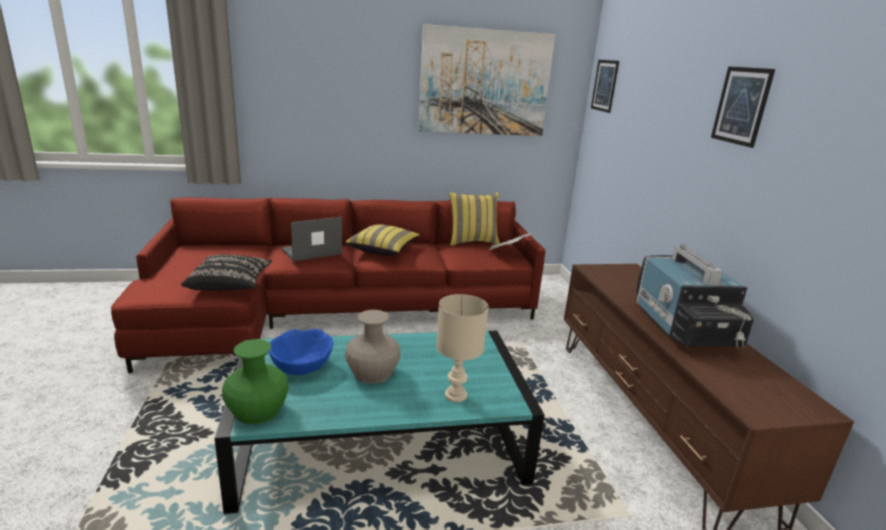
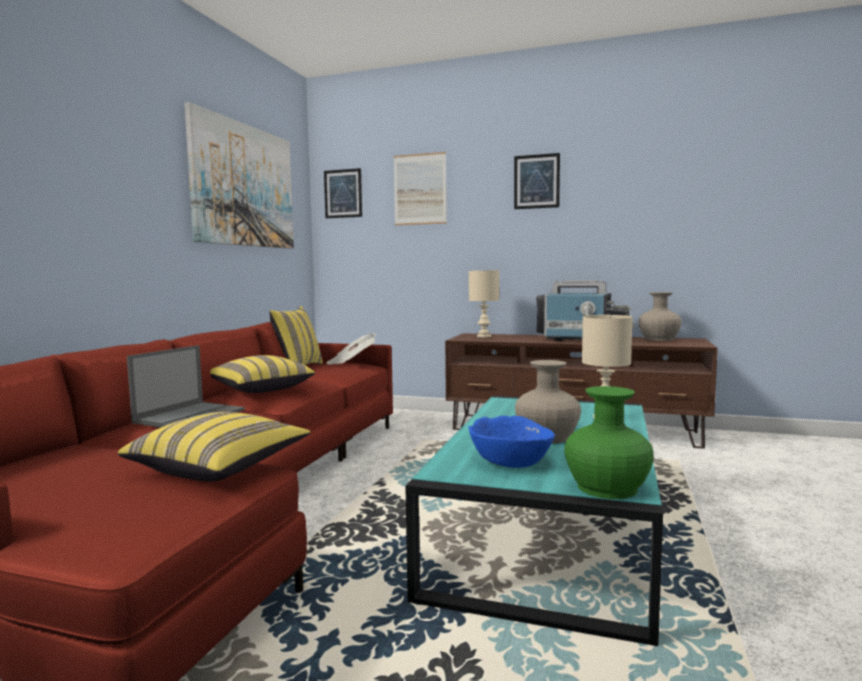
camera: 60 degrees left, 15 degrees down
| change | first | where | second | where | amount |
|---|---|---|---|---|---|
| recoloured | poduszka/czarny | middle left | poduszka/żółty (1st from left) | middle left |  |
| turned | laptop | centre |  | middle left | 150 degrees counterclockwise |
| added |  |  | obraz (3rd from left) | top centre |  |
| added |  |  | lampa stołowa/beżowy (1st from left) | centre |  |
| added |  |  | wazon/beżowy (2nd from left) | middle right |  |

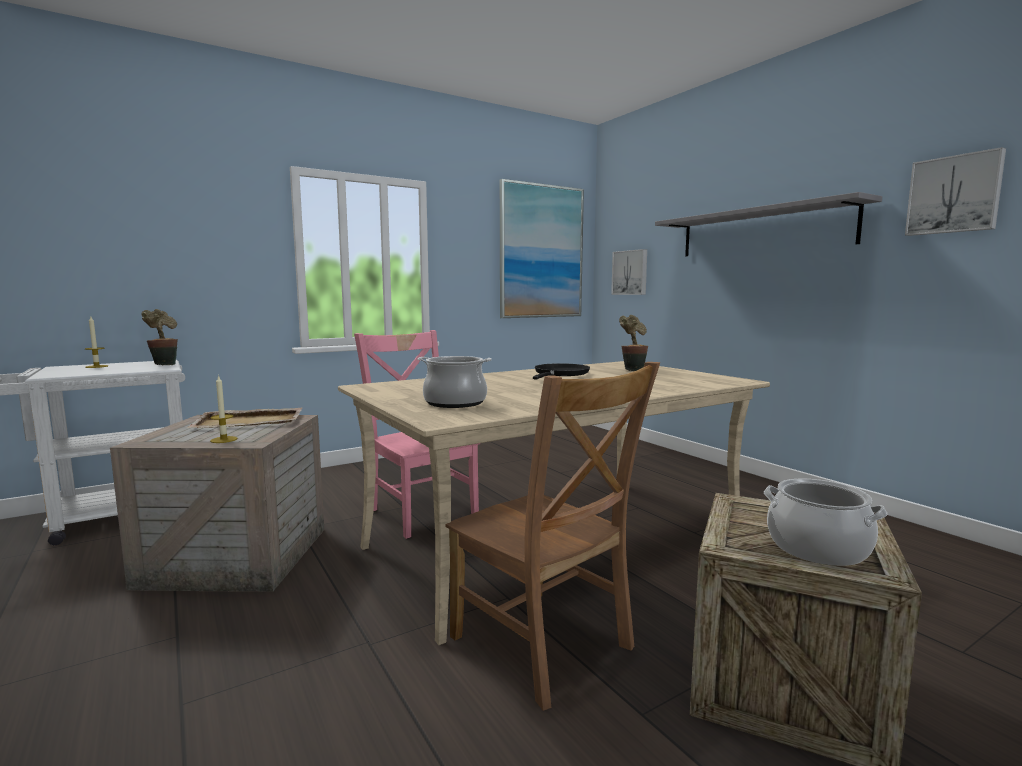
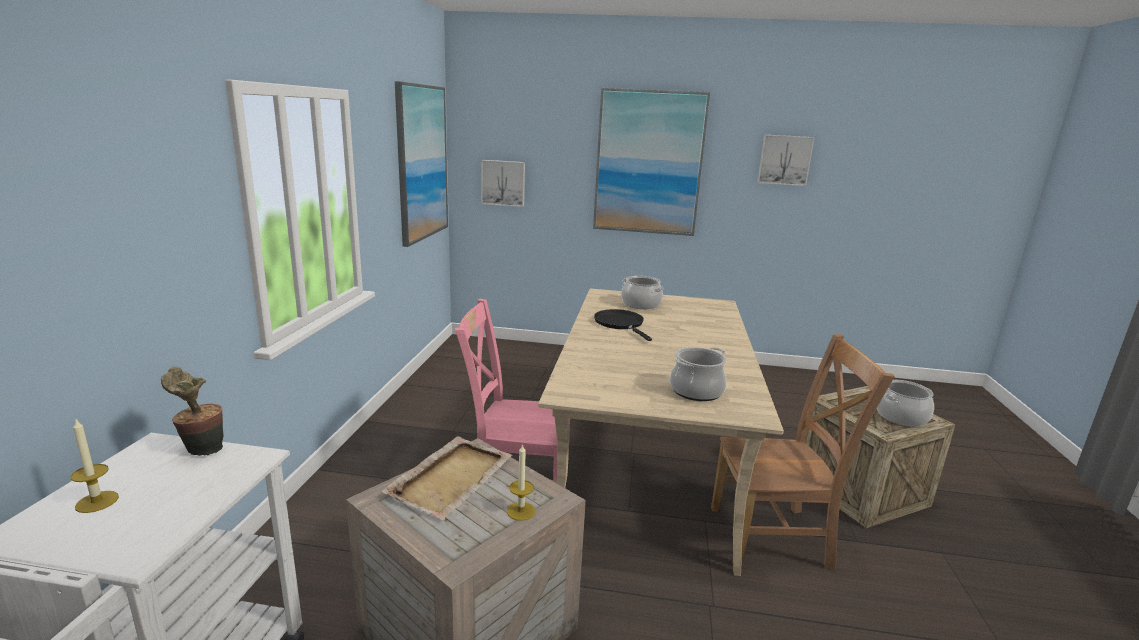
camera: 50 degrees left, 10 degrees up
| change | first | where | second | where | amount |
|---|---|---|---|---|---|
| replaced | półka/szary | top right | obraz (3rd from left) | top centre |  |
| replaced | roślina doniczkowa (2nd from left) | centre | garnek (1st from left) | centre |  |

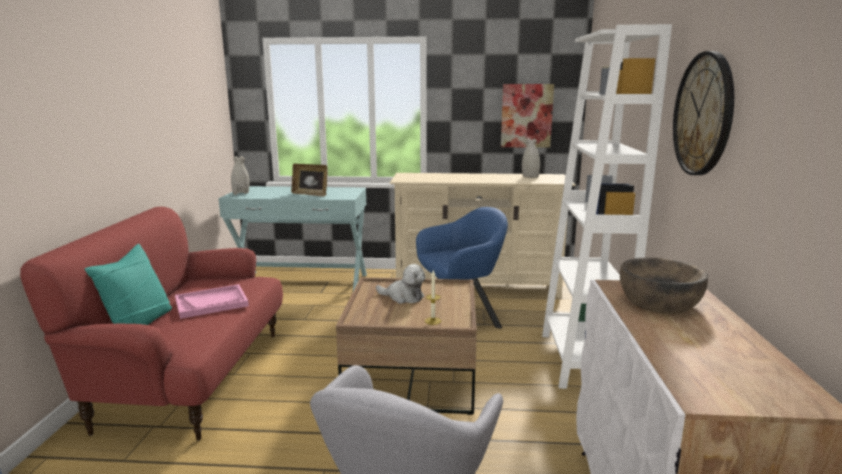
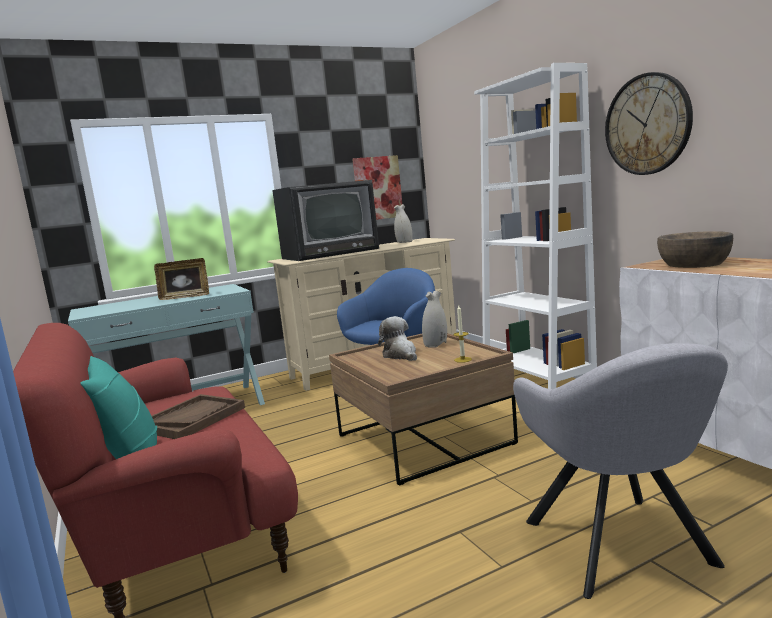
camera: 30 degrees left, 5 degrees down
| change | first | where | second | where | amount |
|---|---|---|---|---|---|
| recoloured | taca/różowy | middle left | taca/brązowy | bottom left |  |
| added |  |  | telewizor | centre |  |
| turned | pluszak | centre |  | centre | 105 degrees counterclockwise |
| moved | wazon/biały (1st from left in the first image) | middle left | wazon/biały (2nd from left) | centre |  |

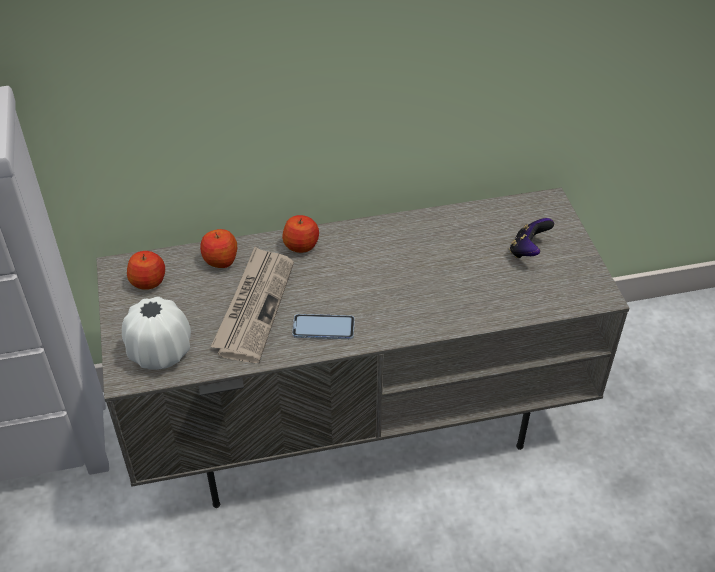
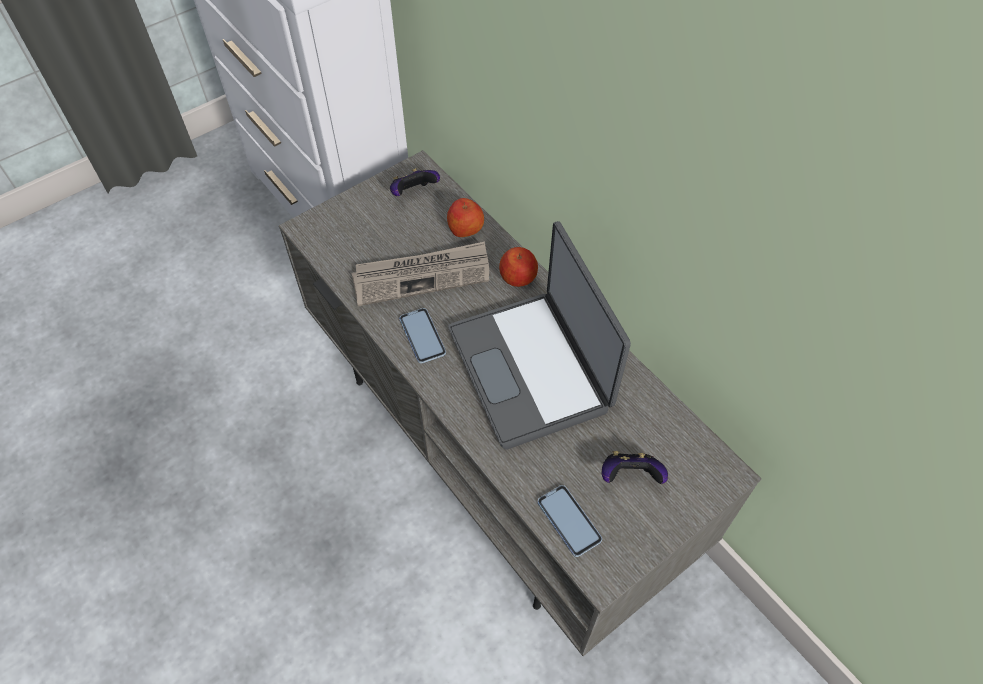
camera: 65 degrees right, 10 degrees up
| change | first | where | second | where | amount |
|---|---|---|---|---|---|
| replaced | jabłko (1st from left) | middle left | pad do gier (1st from left) | top centre |  |
| added |  |  | laptop | centre |  |
| added |  |  | telefon (2nd from left) | bottom centre |  |
| removed | wazon/biały | middle left |  |  |  |

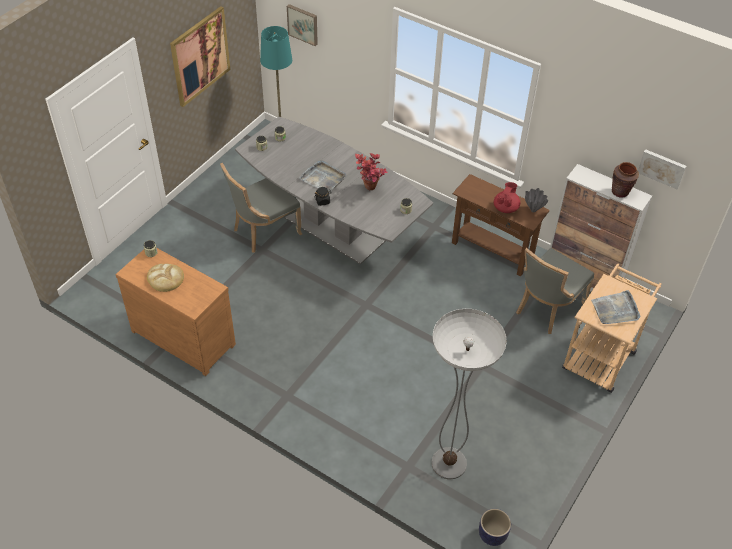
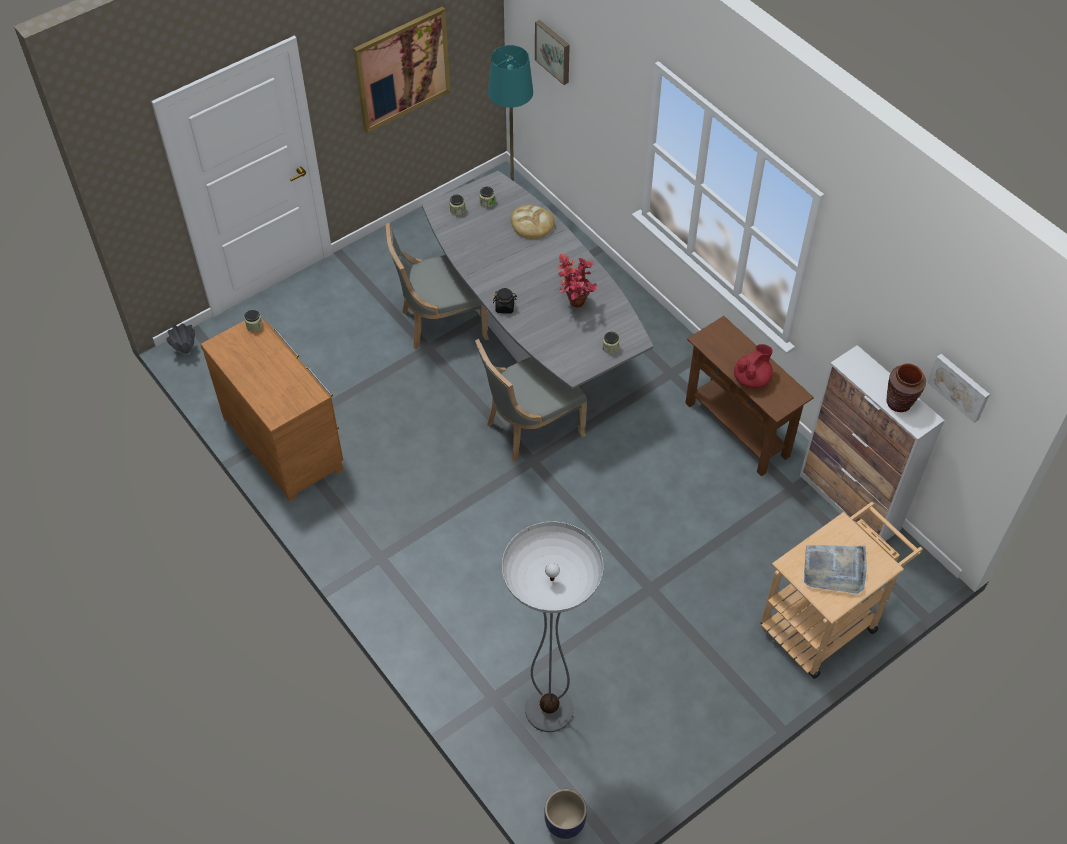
camera: 20 degrees right, 5 degrees up
| change | first | where | second | where | amount |
|---|---|---|---|---|---|
| moved | wazon/szary | middle right |  | middle left |  |
| moved | krzesło/szary (2nd from left) | middle right |  | centre |  |
| moved | chleb | middle left |  | top centre |  |
| removed | taca/szary (1st from left) | top centre |  |  |  |

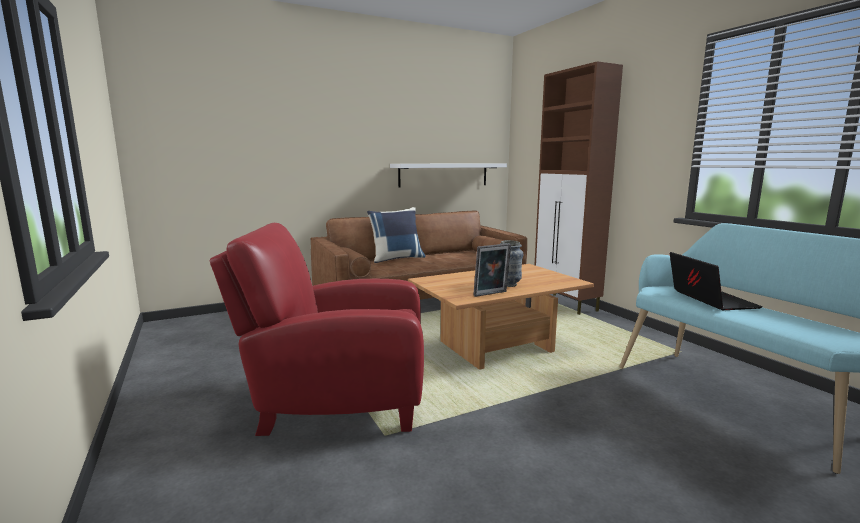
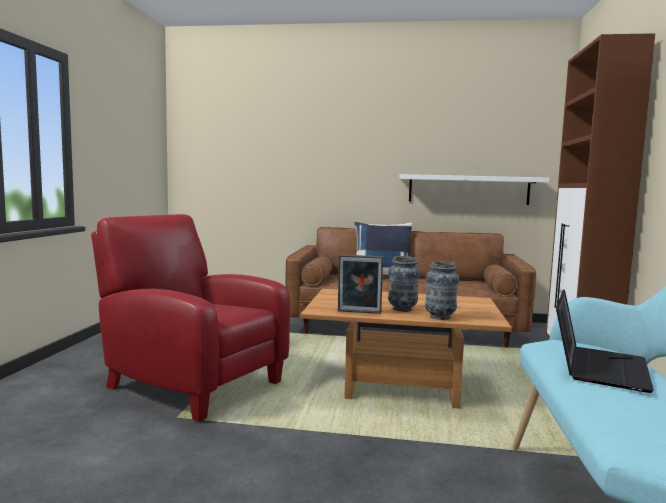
camera: 35 degrees right, 5 degrees down
| change | first | where | second | where | amount |
|---|---|---|---|---|---|
| added |  |  | wazon (2nd from left) | centre |  |

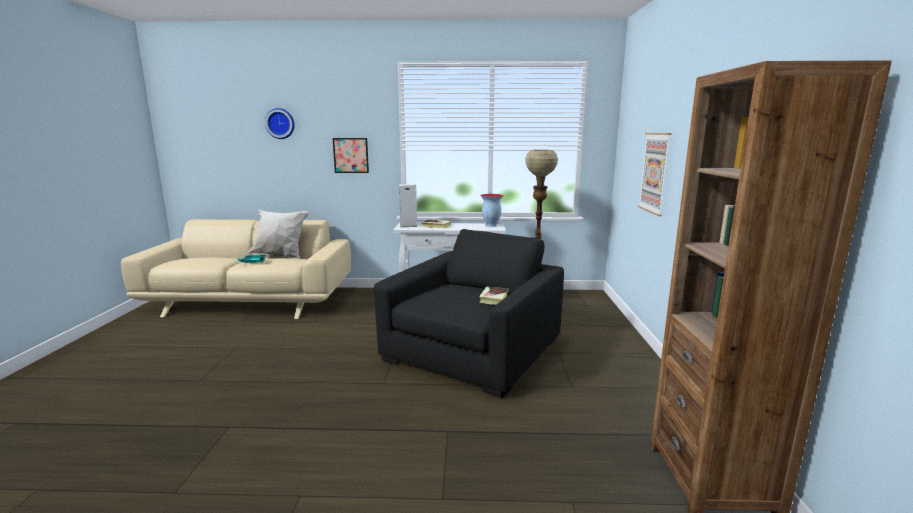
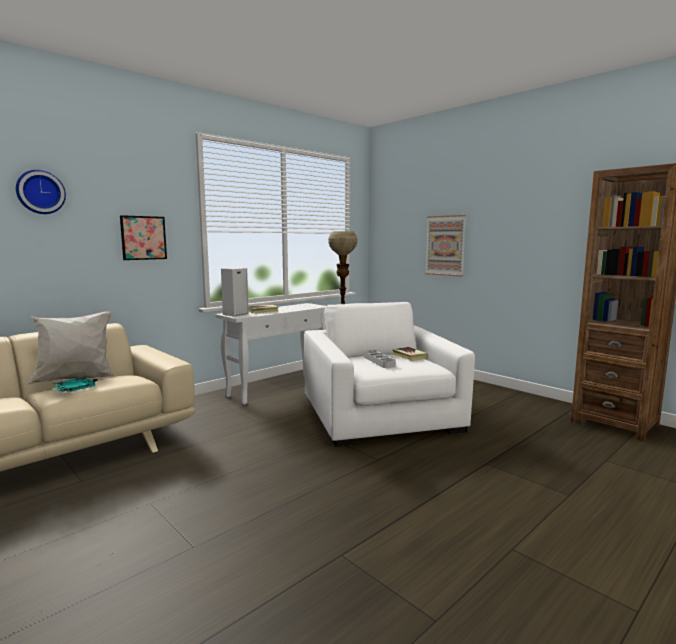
camera: 45 degrees left, 5 degrees down
| change | first | where | second | where | amount |
|---|---|---|---|---|---|
| recoloured | fotel/czarny | centre | fotel/biały | centre |  |
| added |  |  | taca/szary | centre |  |
| removed | wazon | centre |  |  |  |

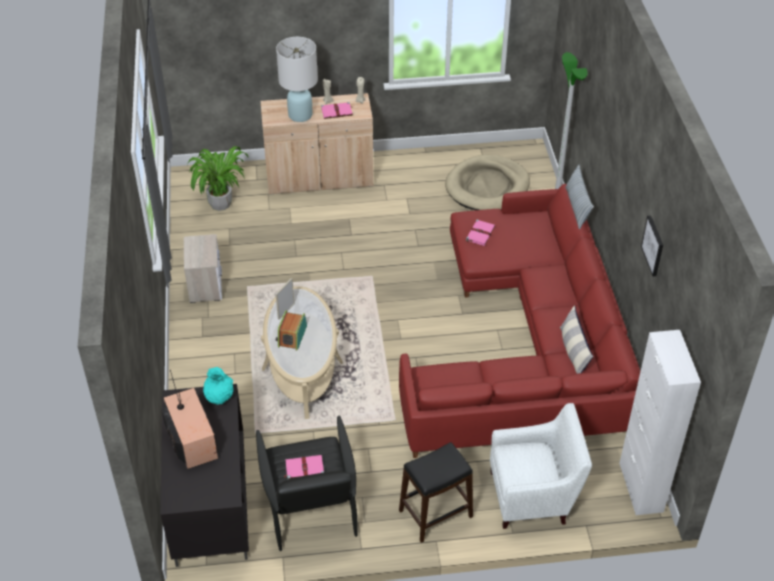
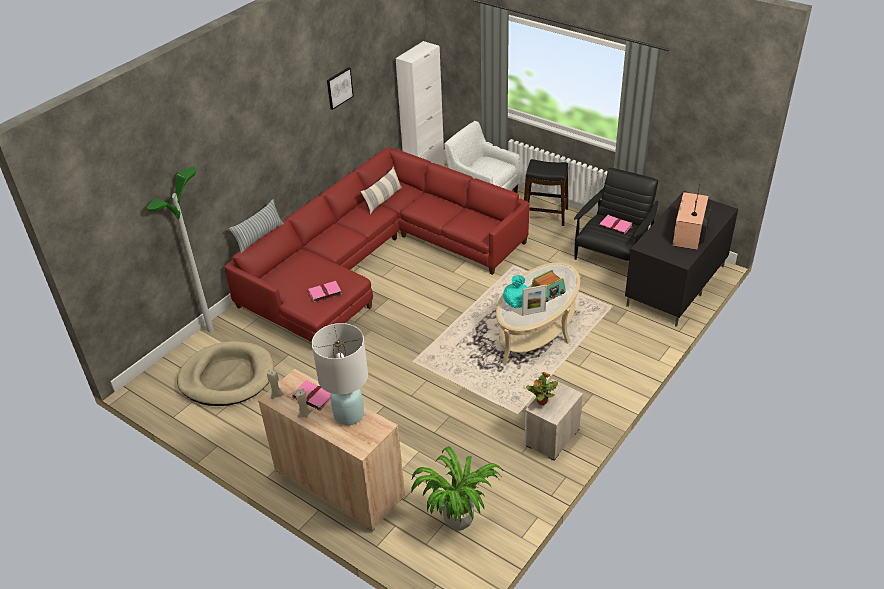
camera: 135 degrees left, 5 degrees down
| change | first | where | second | where | amount |
|---|---|---|---|---|---|
| moved | wazon/turkusowy | middle left |  | centre |  |
| added |  |  | roślina doniczkowa (2nd from left) | centre |  |

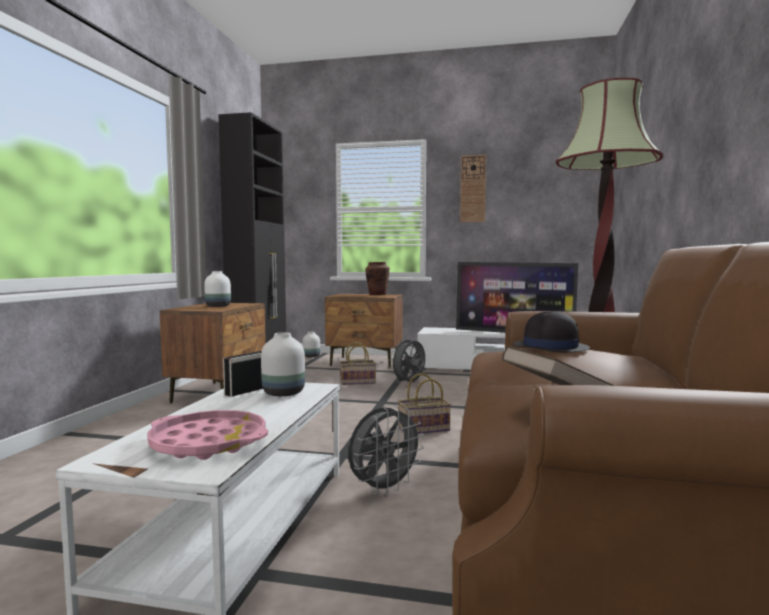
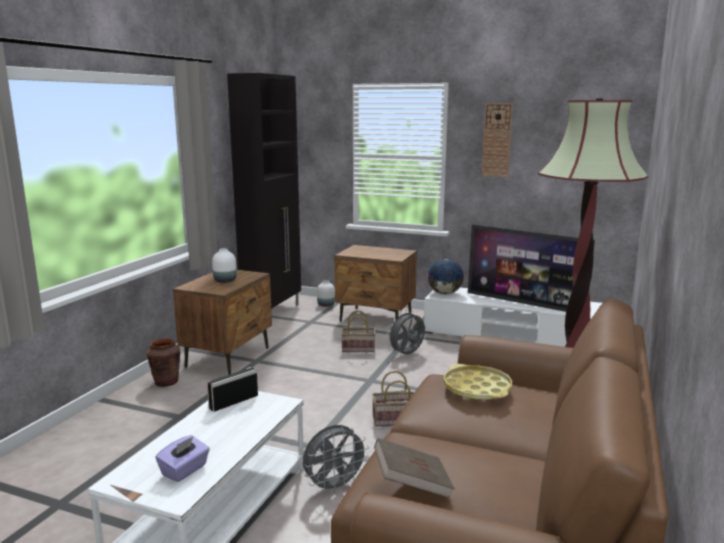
camera: 10 degrees right, 10 degrees up
| change | first | where | second | where | amount |
|---|---|---|---|---|---|
| moved | wazon/brązowy | centre |  | bottom left |  |
| replaced | taca/różowy | bottom left | pudełko chusteczek/fioletowy | bottom left |  |
| added |  |  | globus | centre |  |
| replaced | kapelusz/czarny | middle right | taca/żółty | bottom centre |  |
| removed | wazon/biały (2nd from left) | centre |  |  |  |

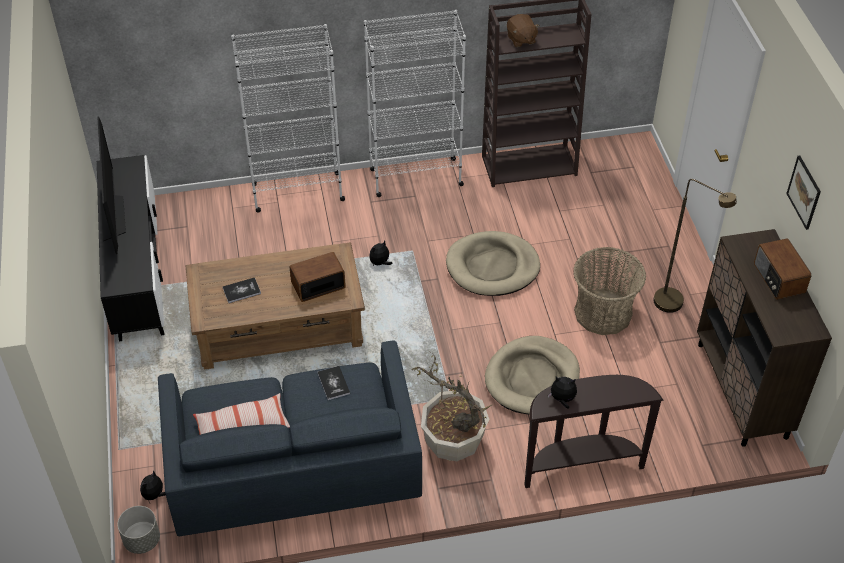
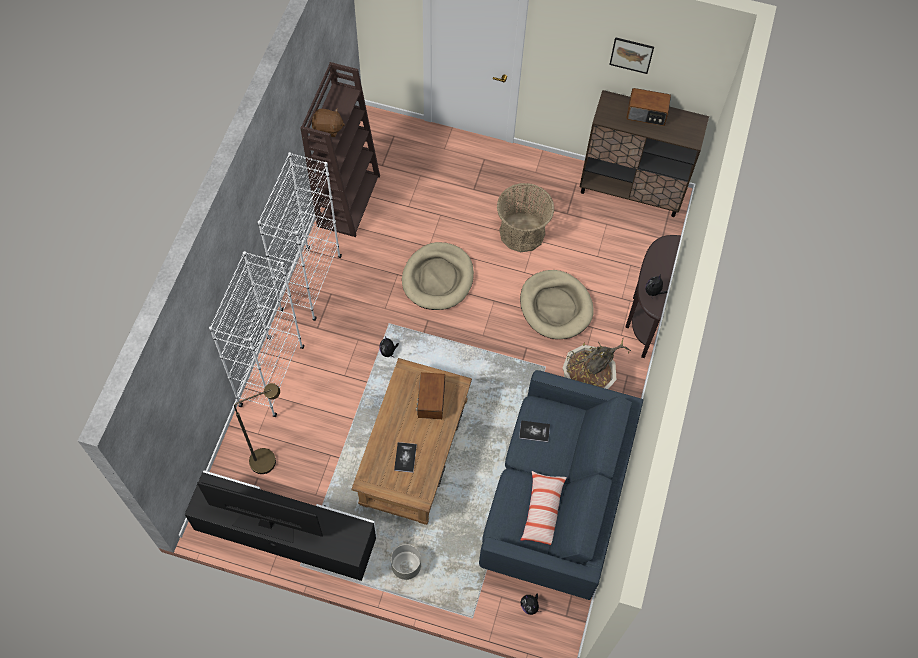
camera: 65 degrees left, 15 degrees up
| change | first | where | second | where | amount |
|---|---|---|---|---|---|
| moved | lampa stojąca/brązowy | middle right |  | middle left |  |
| moved | donica/szary | bottom left |  | bottom centre |  |

